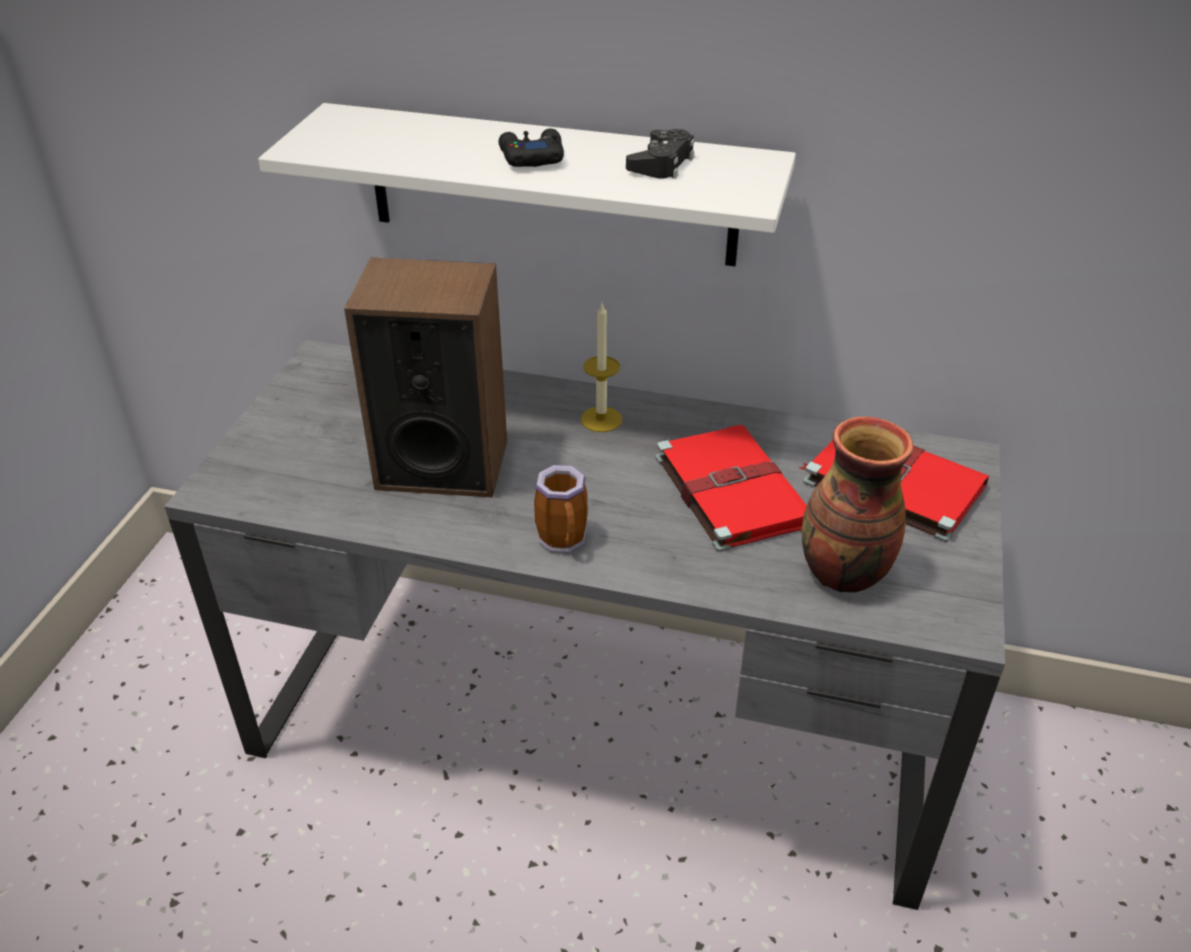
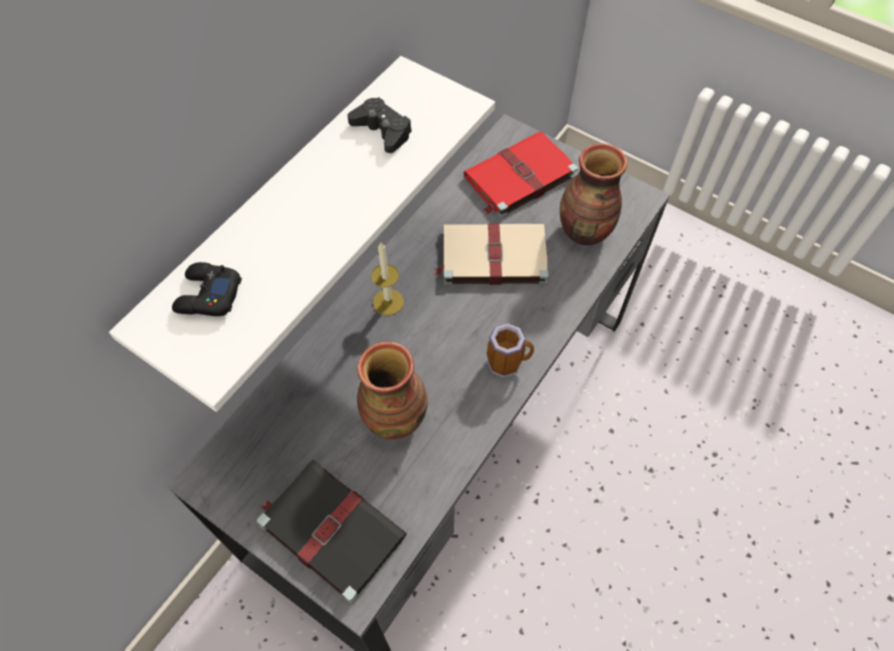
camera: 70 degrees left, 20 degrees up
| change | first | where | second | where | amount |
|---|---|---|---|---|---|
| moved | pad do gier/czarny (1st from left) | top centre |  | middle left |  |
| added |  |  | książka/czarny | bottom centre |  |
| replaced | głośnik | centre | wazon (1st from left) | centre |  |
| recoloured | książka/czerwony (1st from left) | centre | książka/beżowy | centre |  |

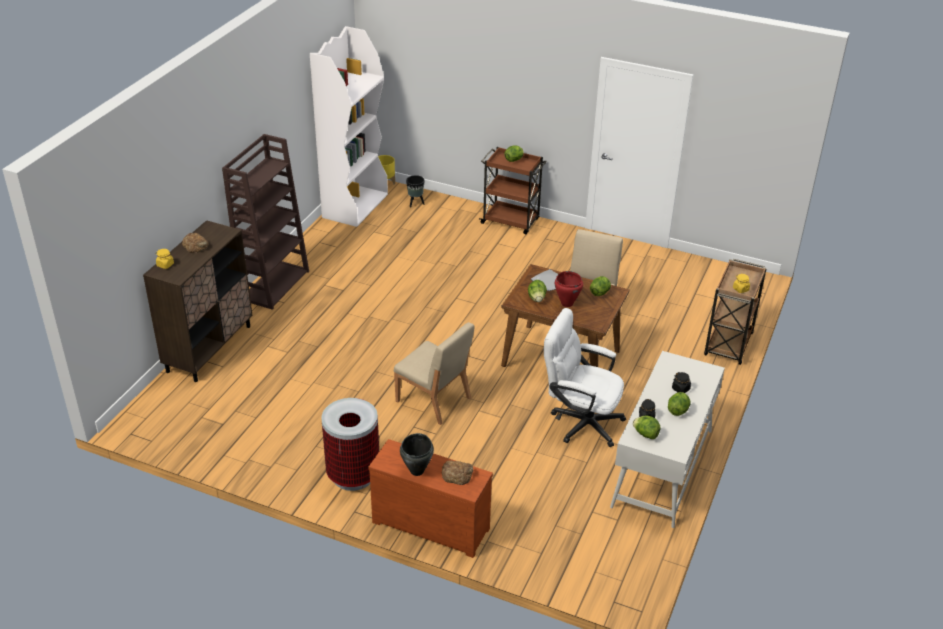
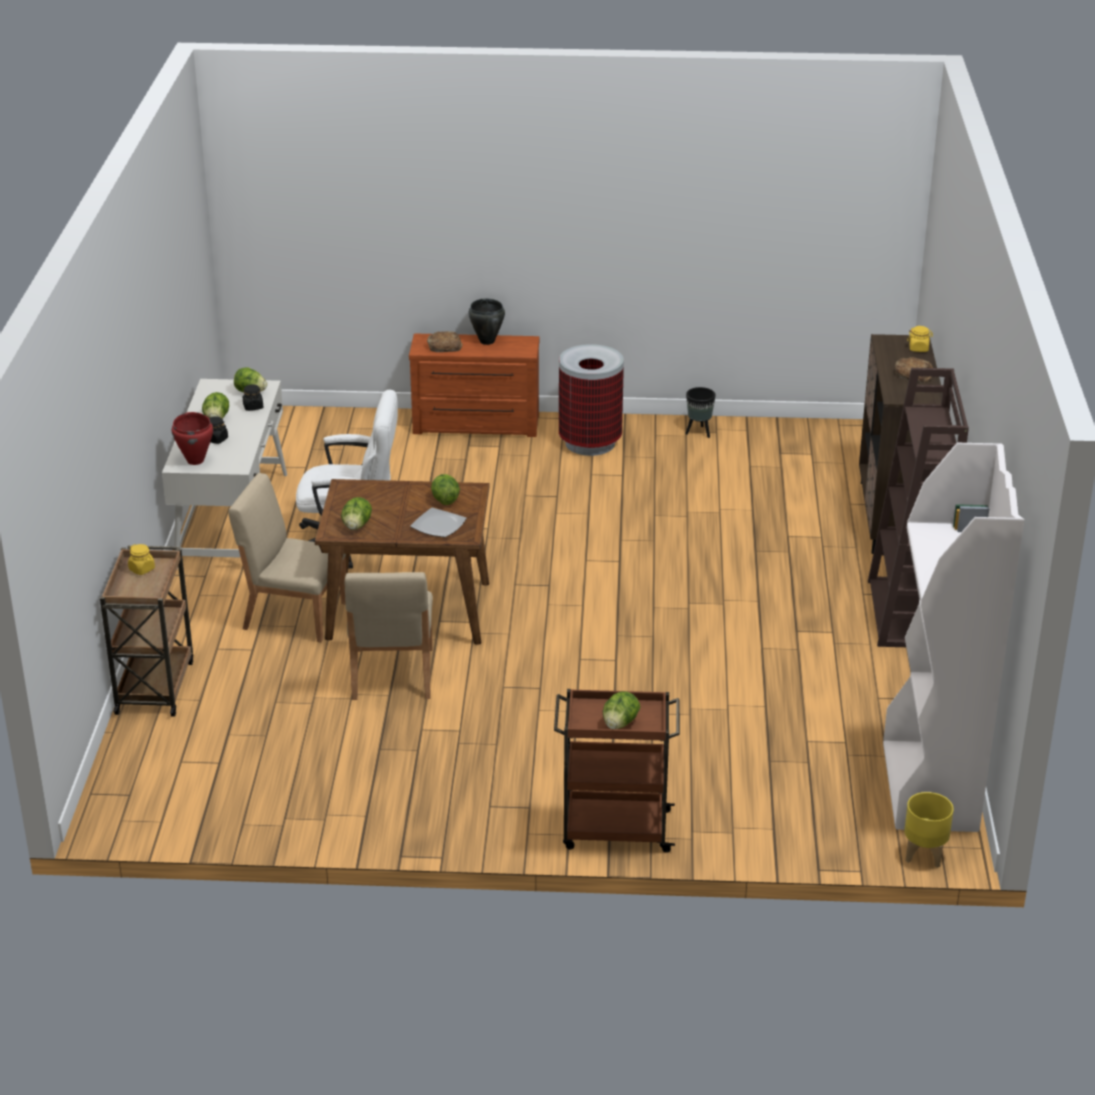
camera: 160 degrees right, 5 degrees down
| change | first | where | second | where | amount |
|---|---|---|---|---|---|
| moved | garnek/czerwony | centre |  | middle left |  |
| moved | krzesło/beżowy (1st from left) | centre |  | middle left |  |
| moved | donica/czarny | top centre |  | centre |  |

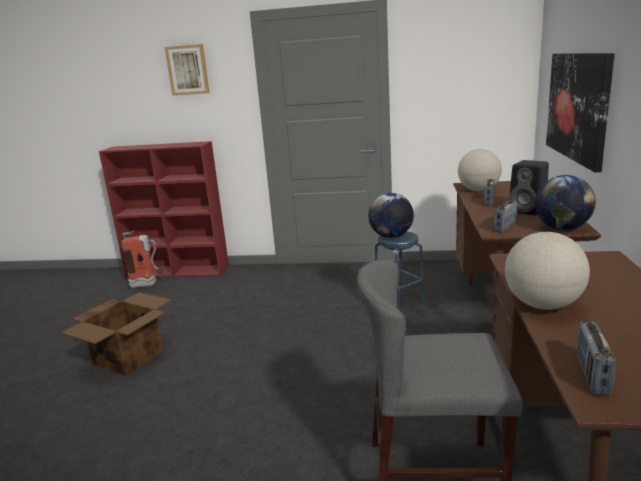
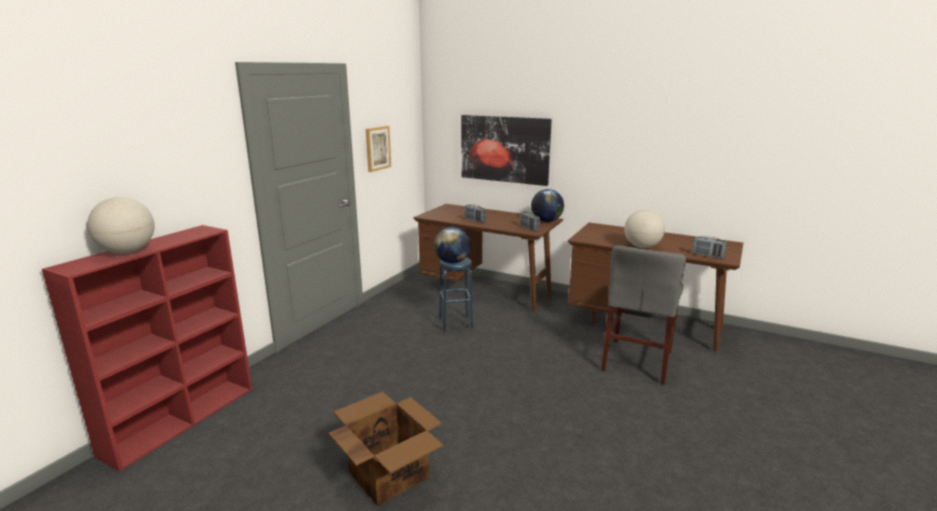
camera: 70 degrees left, 0 degrees up
| change | first | where | second | where | amount |
|---|---|---|---|---|---|
| moved | globus (2nd from left in the first image) | middle right | globus (1st from left) | middle left |  |
| moved | obraz (1st from left) | top left |  | top centre |  |
| removed | gaśnica | middle left |  |  |  |
| removed | głośnik/czarny | middle right |  |  |  |

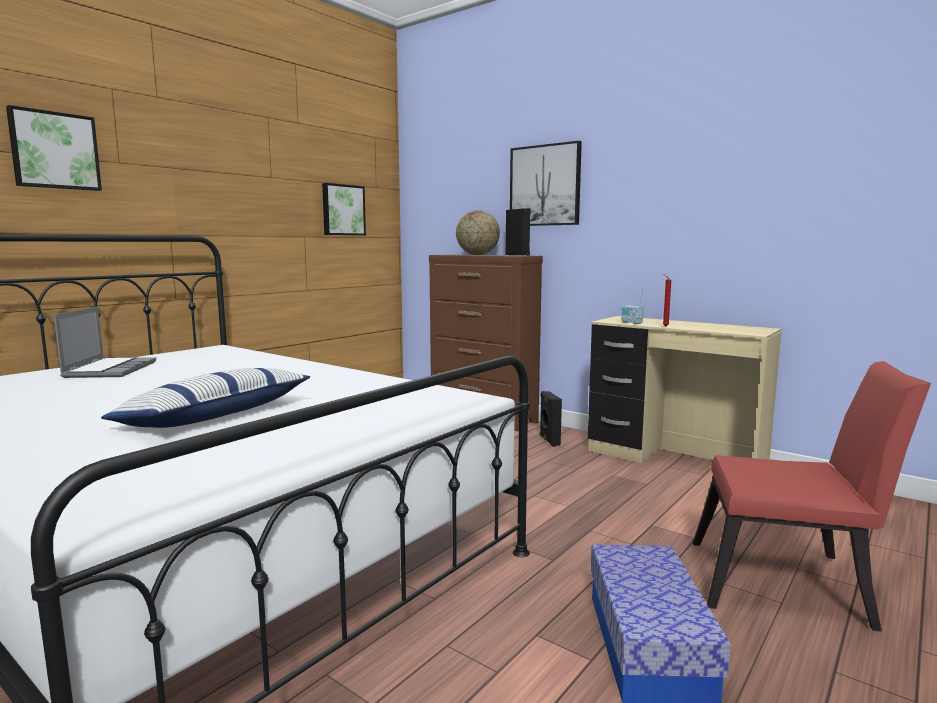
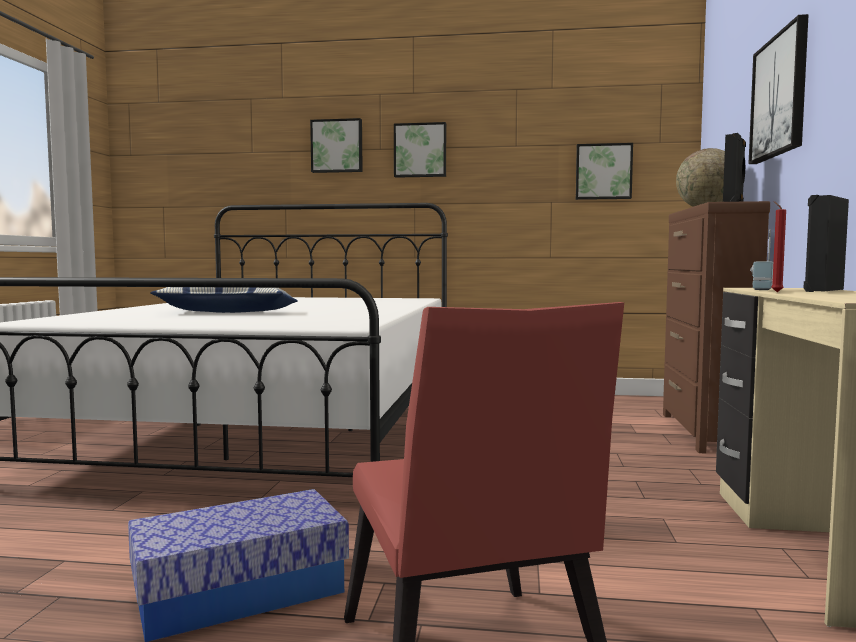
camera: 60 degrees right, 5 degrees down
| change | first | where | second | where | amount |
|---|---|---|---|---|---|
| added |  |  | obraz (2nd from left) | top centre |  |
| moved | głośnik/czarny (2nd from left) | centre |  | middle right |  |
| removed | laptop | middle left |  |  |  |

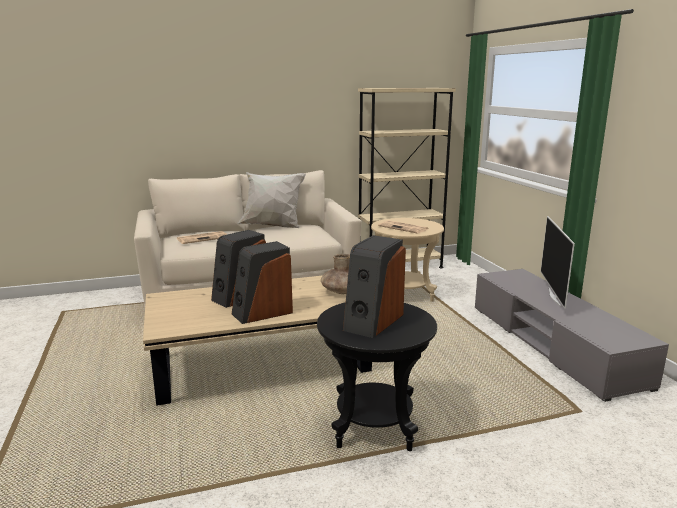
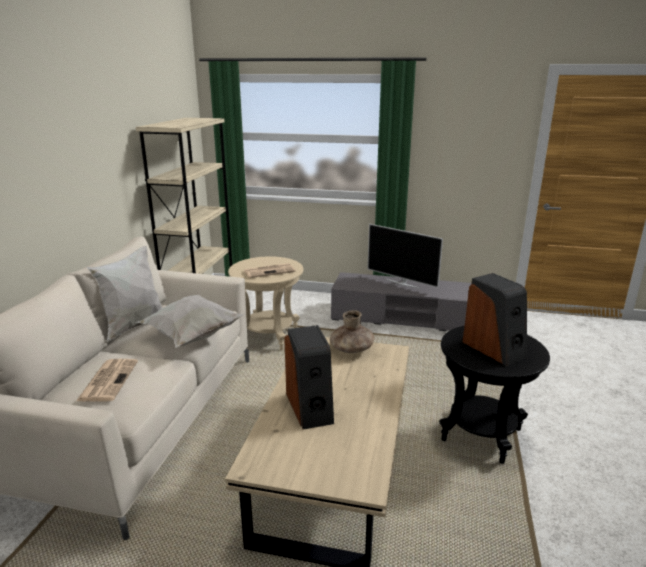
camera: 60 degrees left, 5 degrees up
| change | first | where | second | where | amount |
|---|---|---|---|---|---|
| added |  |  | poduszka/biały (2nd from left) | middle left |  |
| removed | głośnik (2nd from left) | centre |  |  |  |

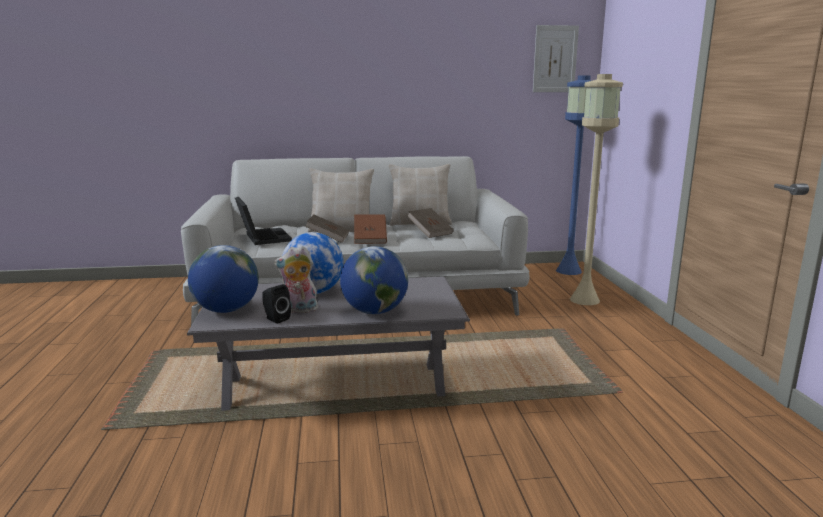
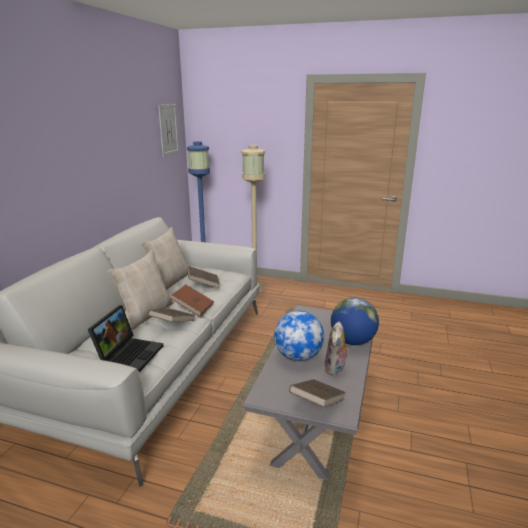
camera: 65 degrees left, 5 degrees up
| change | first | where | second | where | amount |
|---|---|---|---|---|---|
| turned | laptop | middle left |  | middle left | 105 degrees clockwise |
| replaced | globus (1st from left) | middle left | książka/brązowy (4th from left) | bottom centre |  |
| removed | głośnik/czarny | centre |  |  |  |

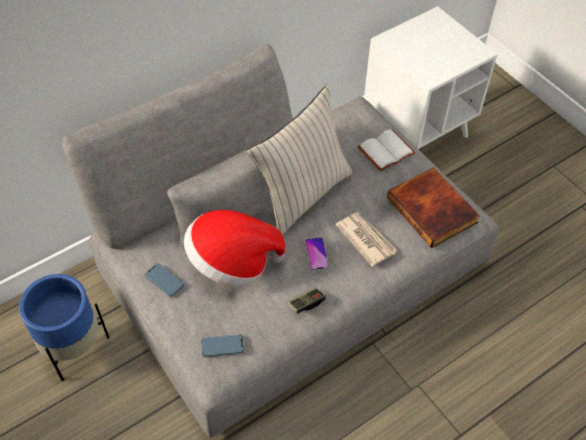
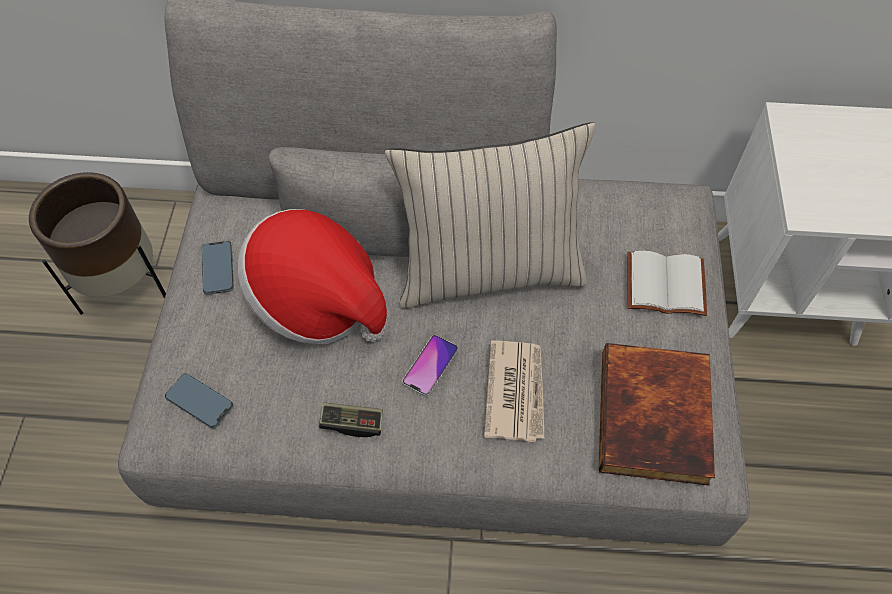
camera: 40 degrees right, 5 degrees up
| change | first | where | second | where | amount |
|---|---|---|---|---|---|
| recoloured | donica/niebieski | bottom left | donica/brązowy | middle left |  |

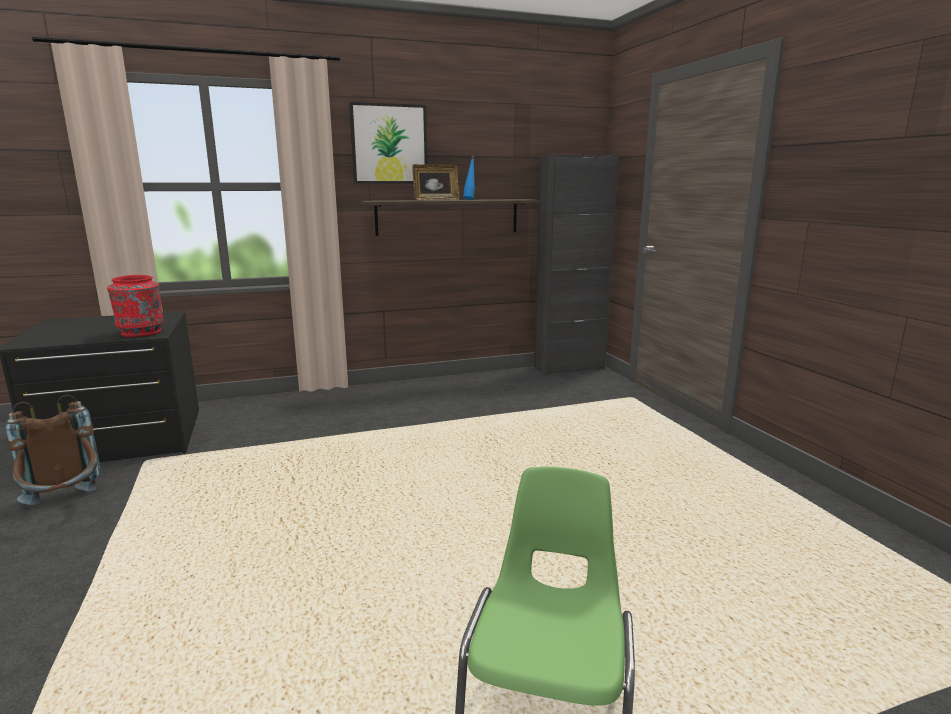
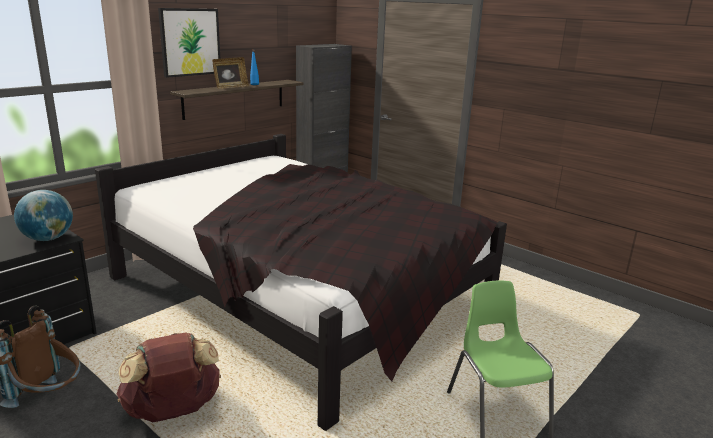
camera: 30 degrees left, 5 degrees up
| change | first | where | second | where | amount |
|---|---|---|---|---|---|
| replaced | wazon/czerwony | middle left | globus | middle left |  |
| added |  |  | łóżko/czarny | centre |  |
| added |  |  | plecak/brązowy (2nd from left) | bottom left |  |

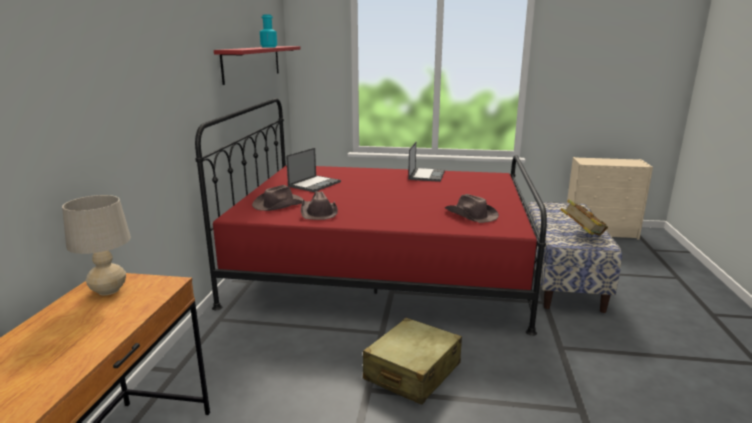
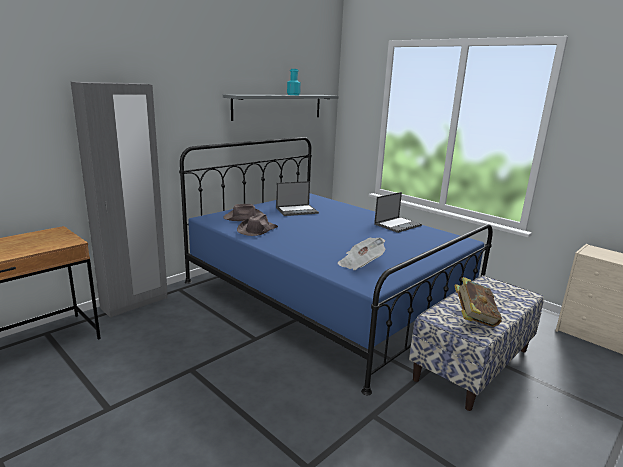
camera: 35 degrees right, 0 degrees up
| change | first | where | second | where | amount |
|---|---|---|---|---|---|
| added |  |  | szafa/szary | middle left |  |
| recoloured | łóżko/czerwony | centre | łóżko/niebieski | centre |  |
| recoloured | półka/czerwony | top centre | półka/szary | top centre |  |
| replaced | kapelusz/brązowy (3rd from left) | centre | gazeta | centre |  |
| removed | lampa stołowa/beżowy | middle left |  |  |  |
| removed | walizka/beżowy | bottom centre |  |  |  |

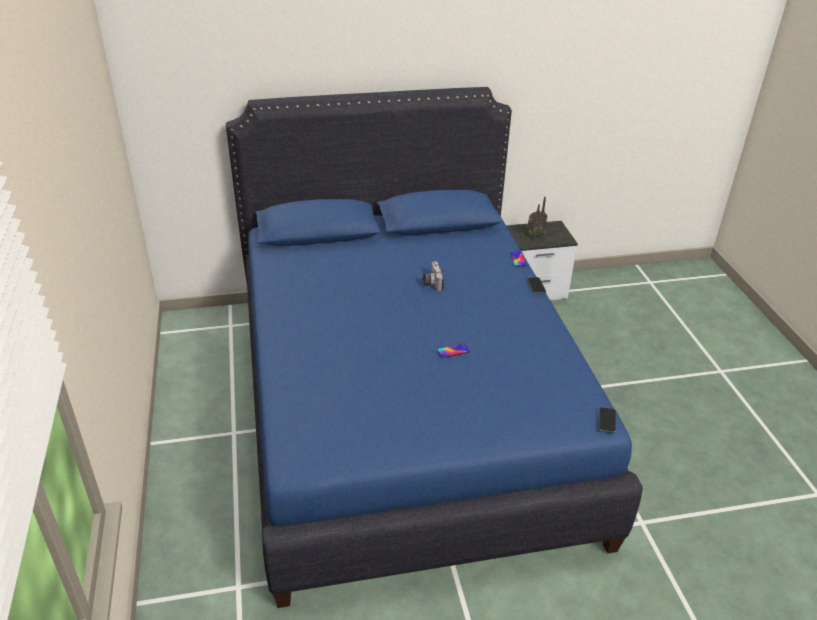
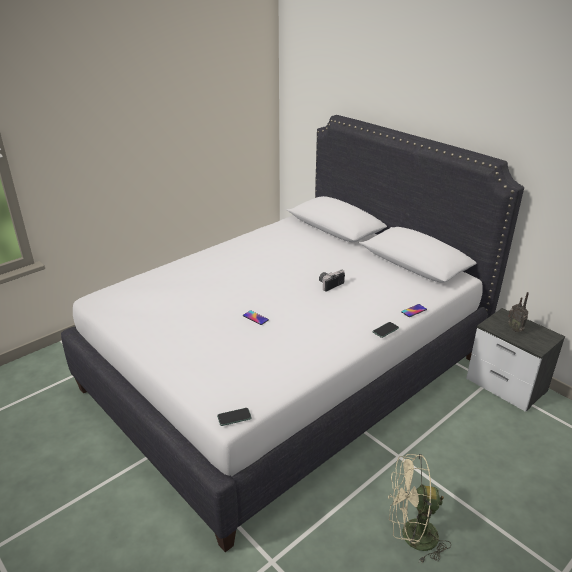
camera: 60 degrees right, 5 degrees down
| change | first | where | second | where | amount |
|---|---|---|---|---|---|
| recoloured | łóżko/niebieski | centre | łóżko/biały | centre |  |
| added |  |  | wentylator/beżowy | bottom right |  |

